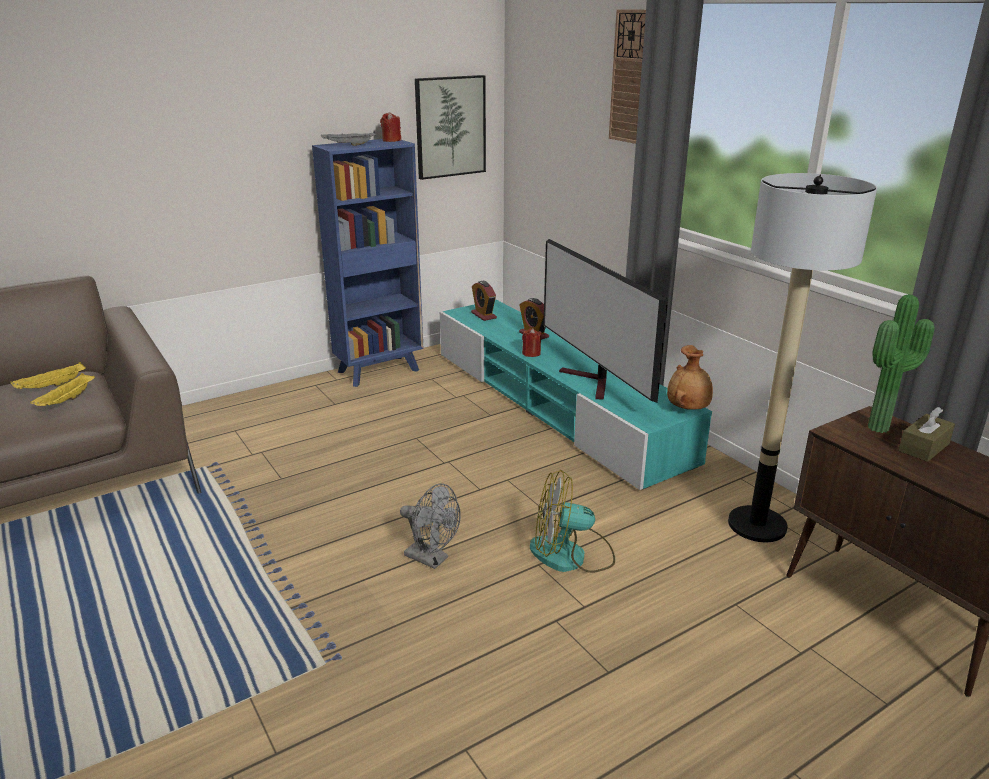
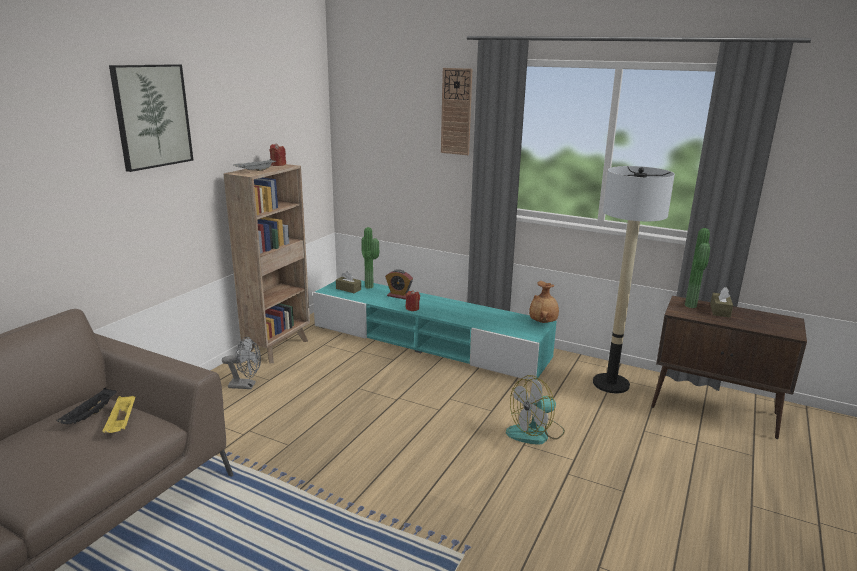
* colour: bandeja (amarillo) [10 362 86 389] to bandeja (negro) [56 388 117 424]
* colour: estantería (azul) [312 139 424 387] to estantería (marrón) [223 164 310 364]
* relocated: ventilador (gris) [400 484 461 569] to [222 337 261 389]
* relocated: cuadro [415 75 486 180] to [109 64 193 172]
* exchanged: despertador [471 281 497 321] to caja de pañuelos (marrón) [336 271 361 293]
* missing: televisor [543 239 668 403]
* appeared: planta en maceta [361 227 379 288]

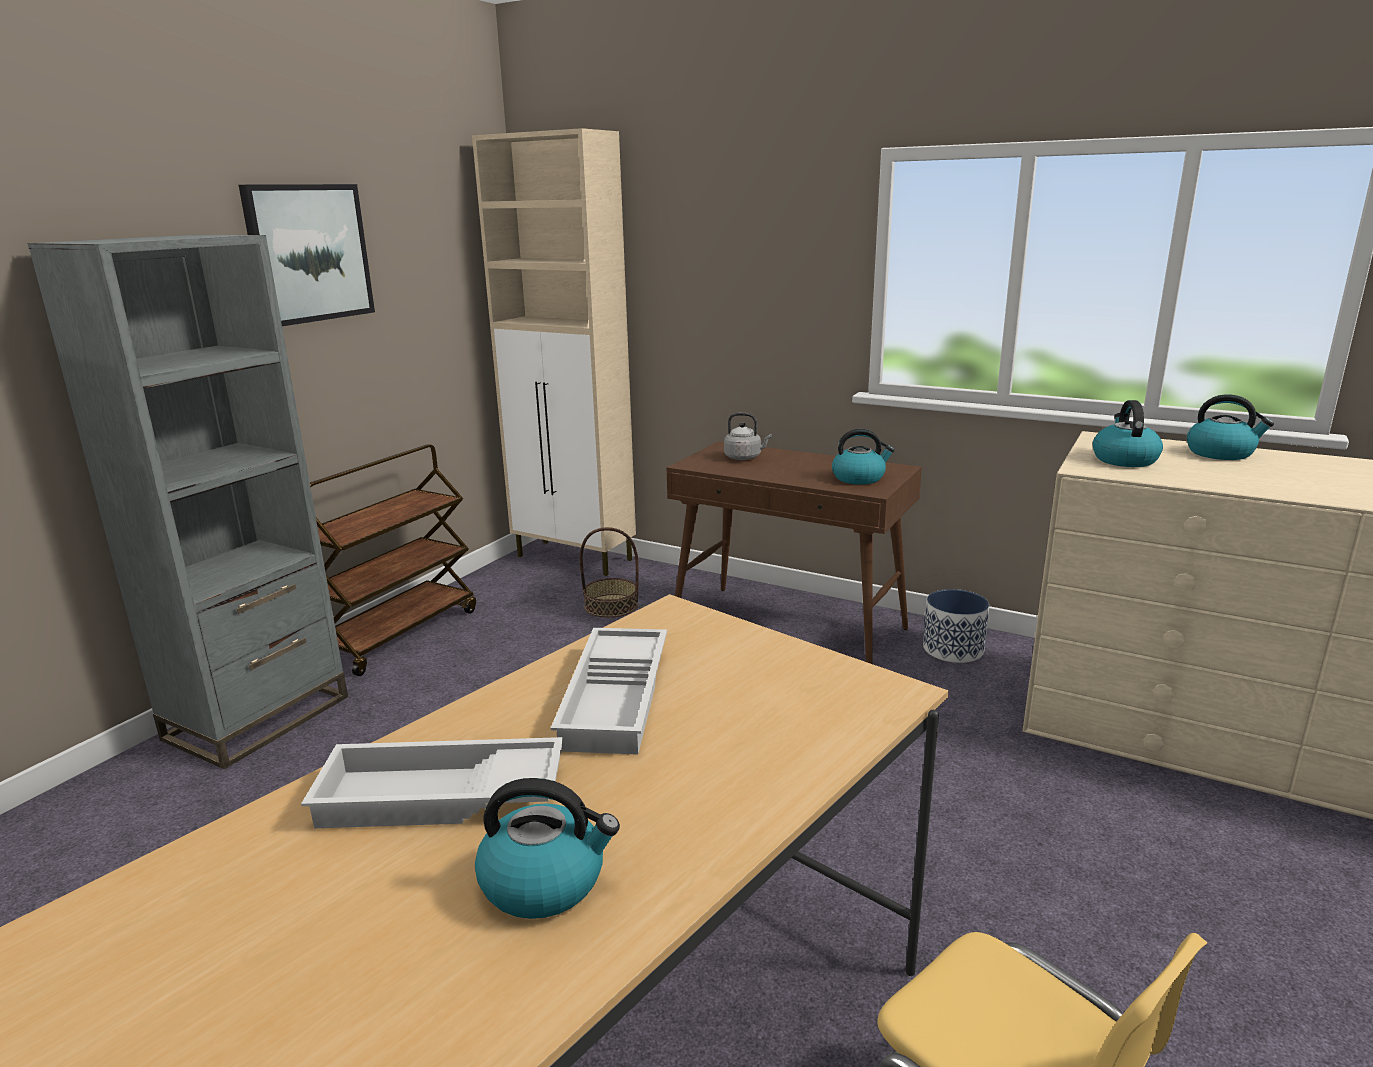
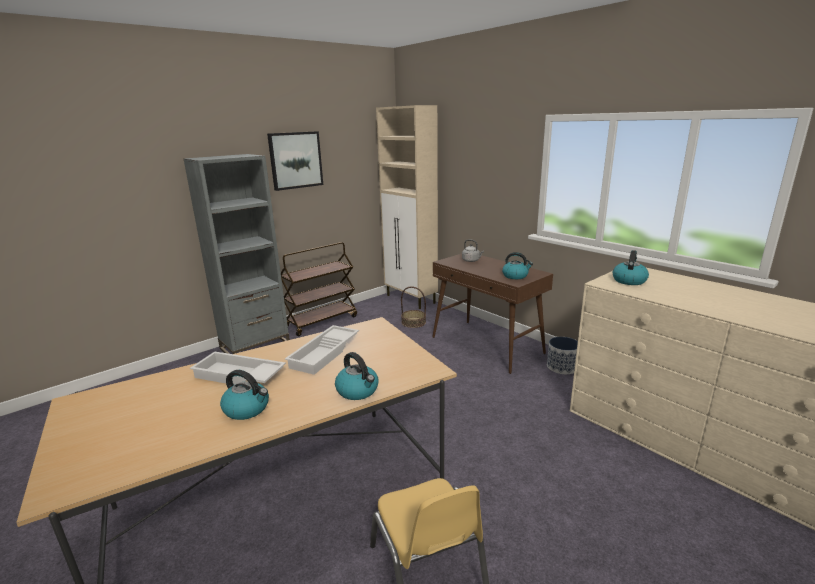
* relocated: hervidor [1187 394 1274 460] to [335 352 378 400]

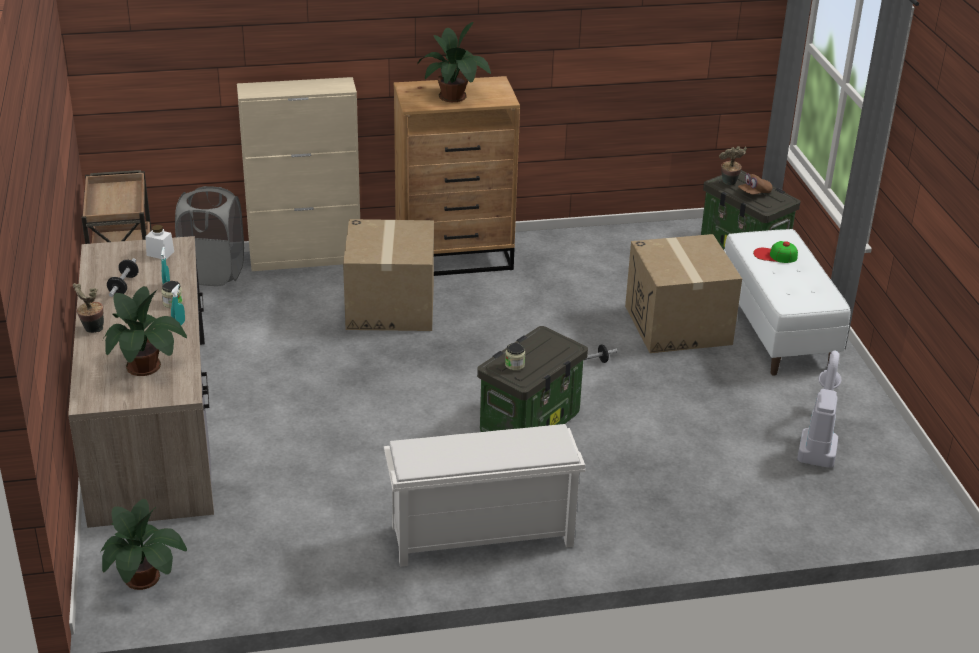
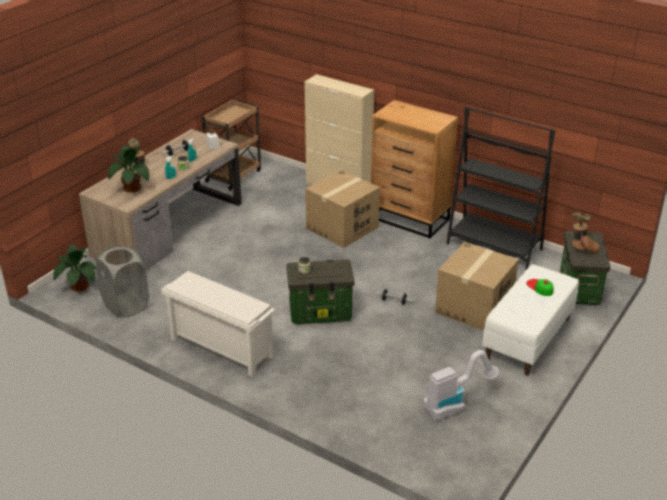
* relocated: cesto de la ropa (gris) [175 186 244 286] to [96 246 149 317]
* missing: planta en maceta [417 22 491 102]
* appeared: estantería (negro) [446 106 555 271]

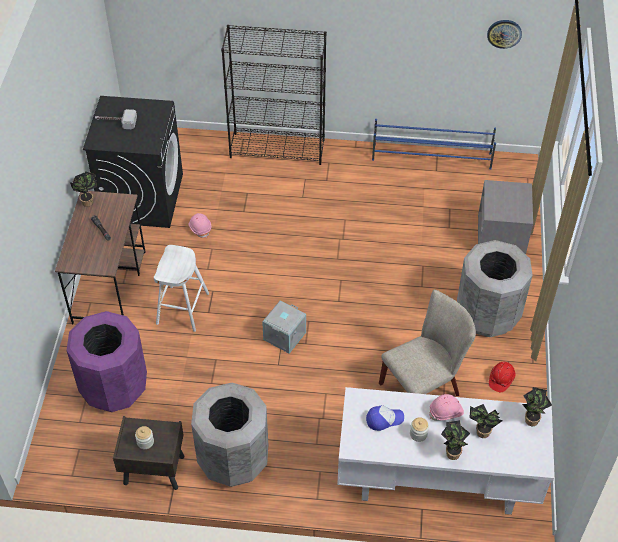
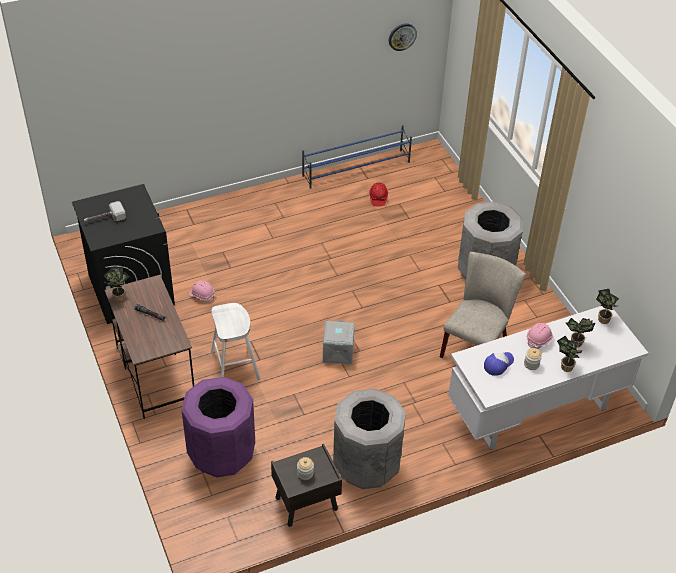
* missing: estantería (negro) [221 25 327 165]
* missing: mesita de noche (gris) [478 180 533 254]
* relocated: casco (rojo) [489 362 516 392] to [369 182 388 206]

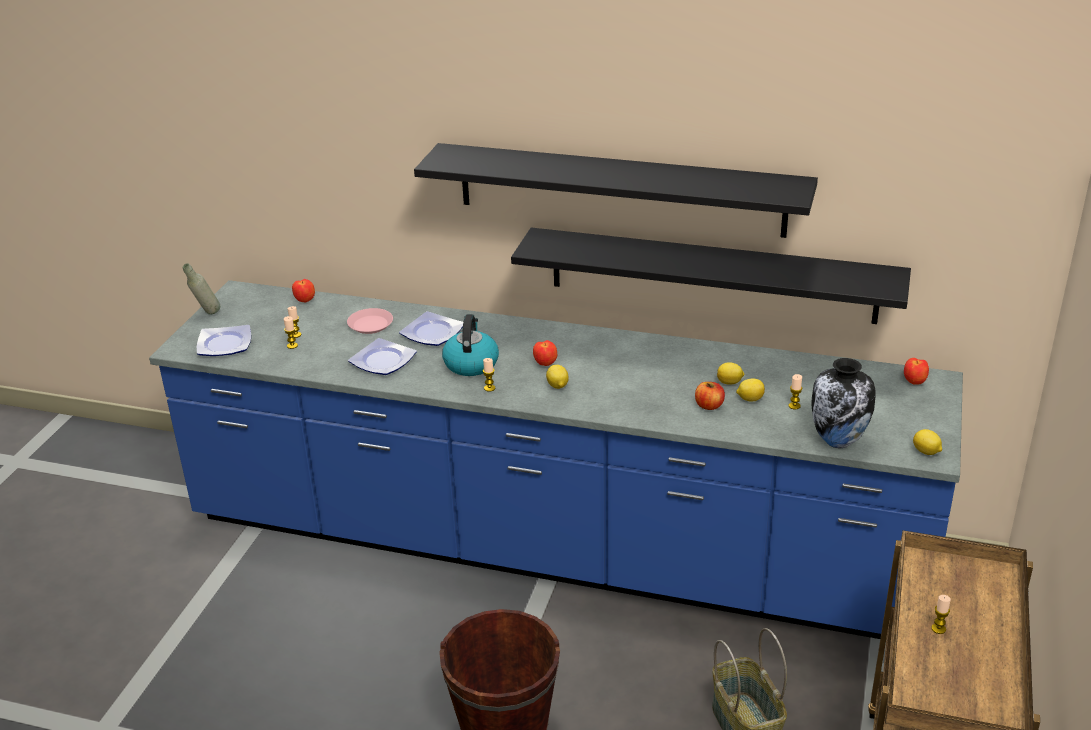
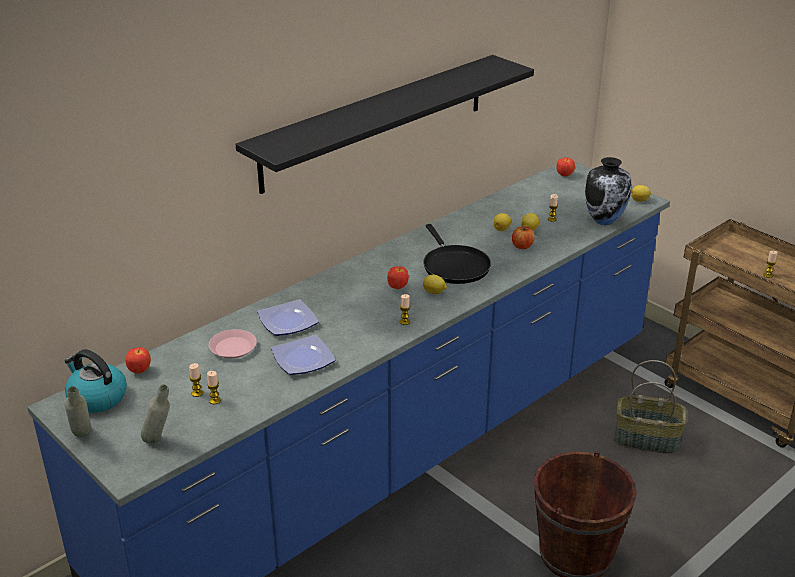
* exchanged: plato [197 325 251 356] to botella (gris) [141 384 170 444]
* relocated: hervidor [442 314 499 376] to [65 349 127 413]
* missing: estante (negro) [511 228 911 324]
* appeared: sartén (negro) [423 224 491 284]

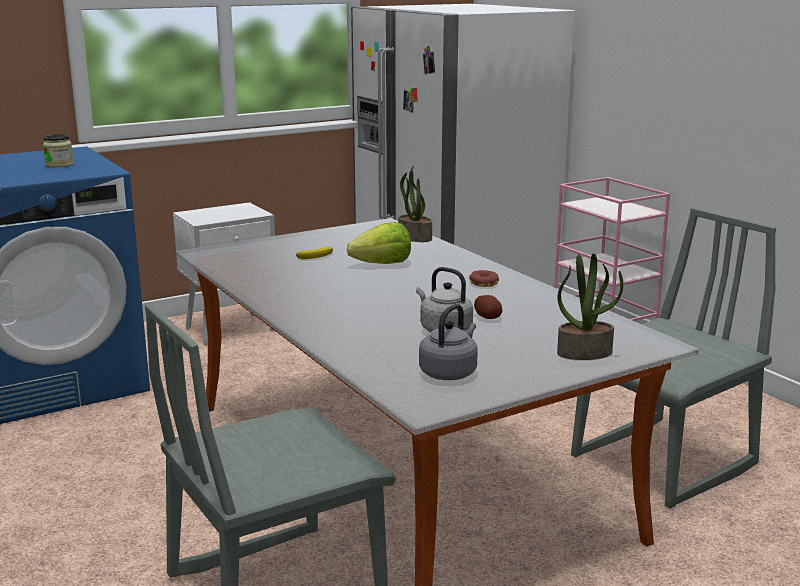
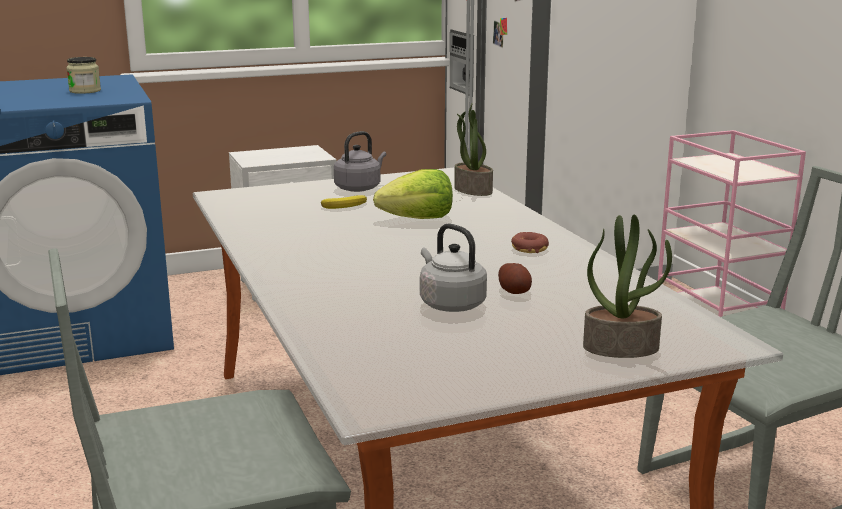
* relocated: hervidor (gris) [419 304 478 380] to [334 131 386 192]

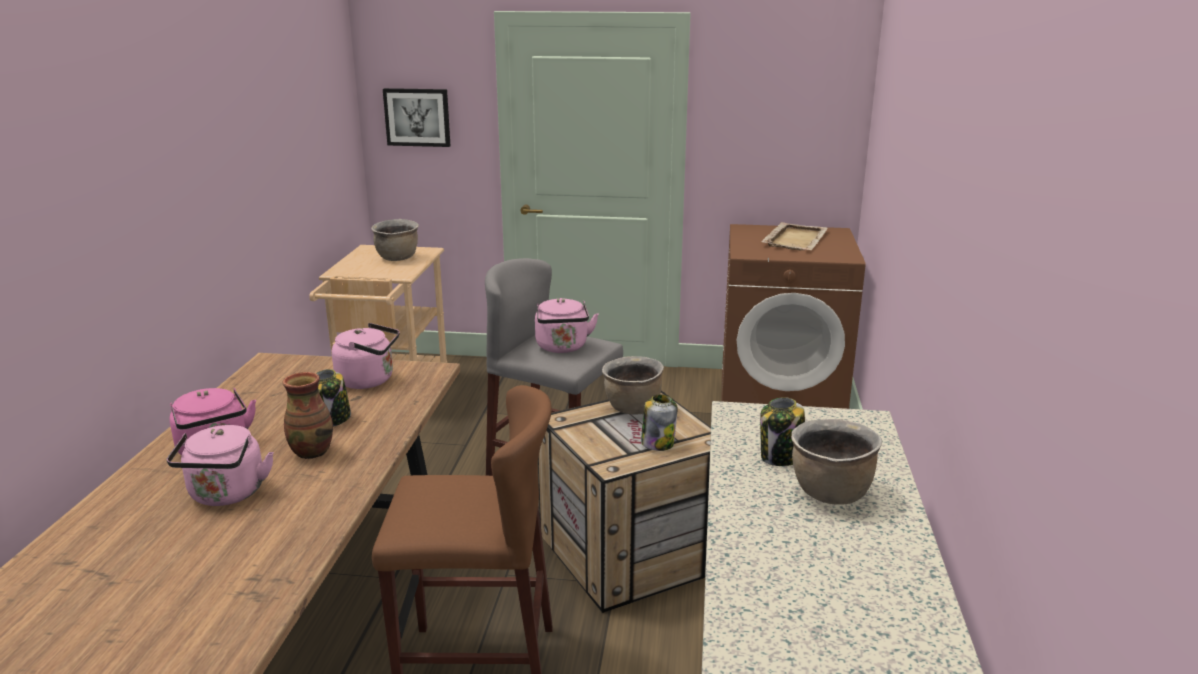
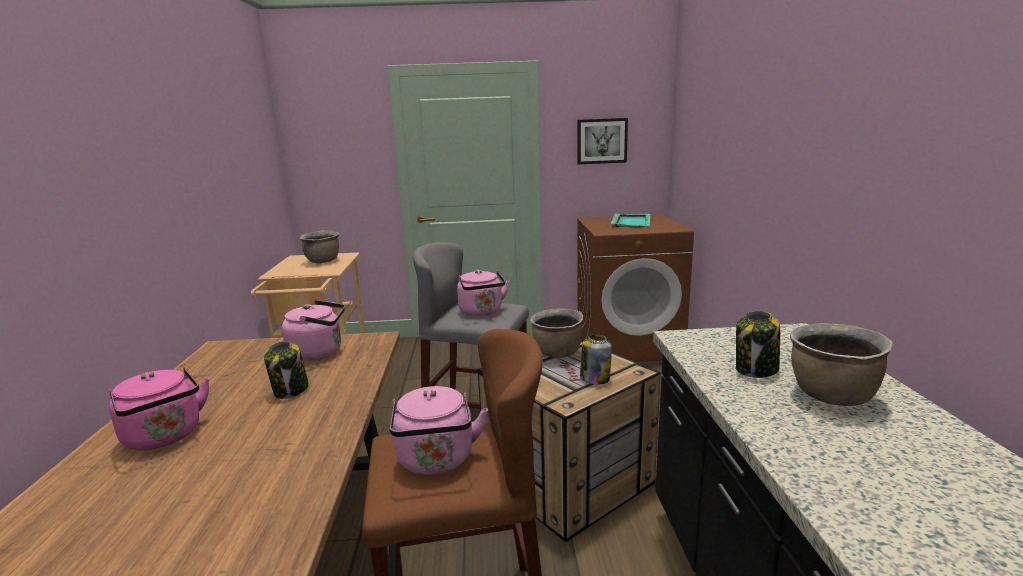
* relocated: hervidor (rosa) [167 425 274 506] to [390 386 488 475]
* missing: florero [282 372 333 459]
* relocated: cuadro [383 88 450 147] to [577 118 628 164]
* colour: bandeja (beis) [762 222 828 250] to bandeja (turquesa) [611 213 650 228]

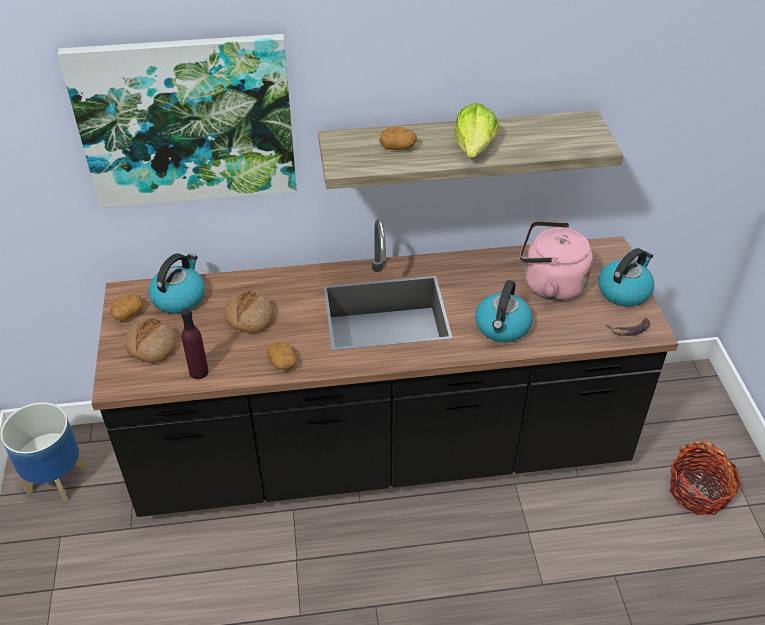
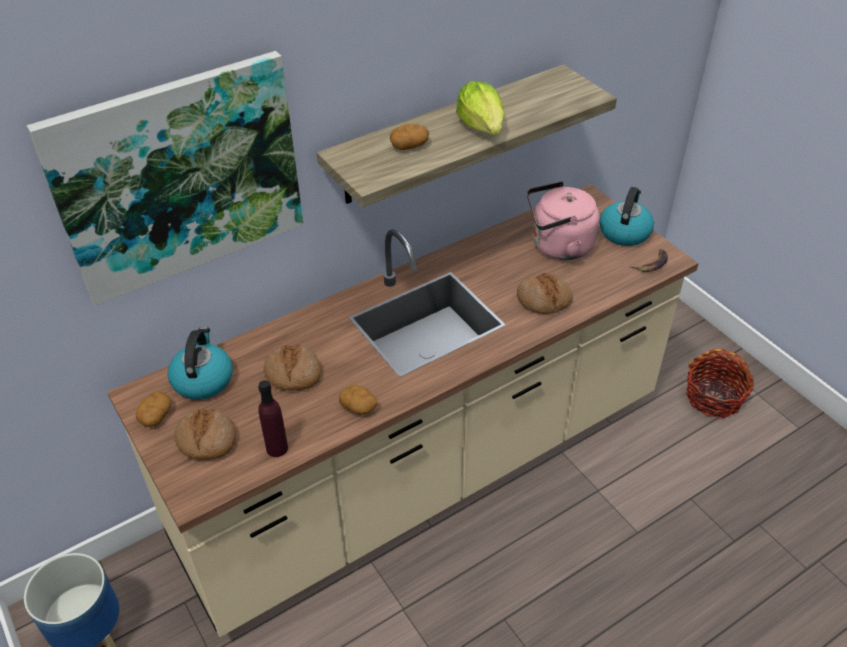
* colour: mueble bajo de cocina (negro) [92 219 678 517] to mueble bajo de cocina (beis) [107 184 699 637]
* exchanged: hervidor [475 280 533 342] to pan [517 273 573 314]

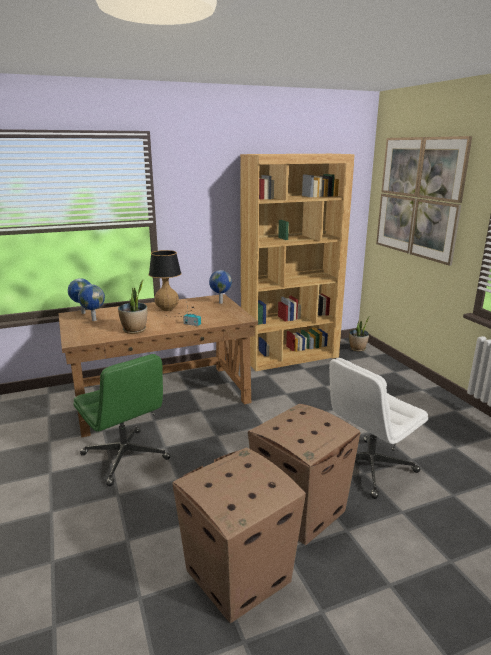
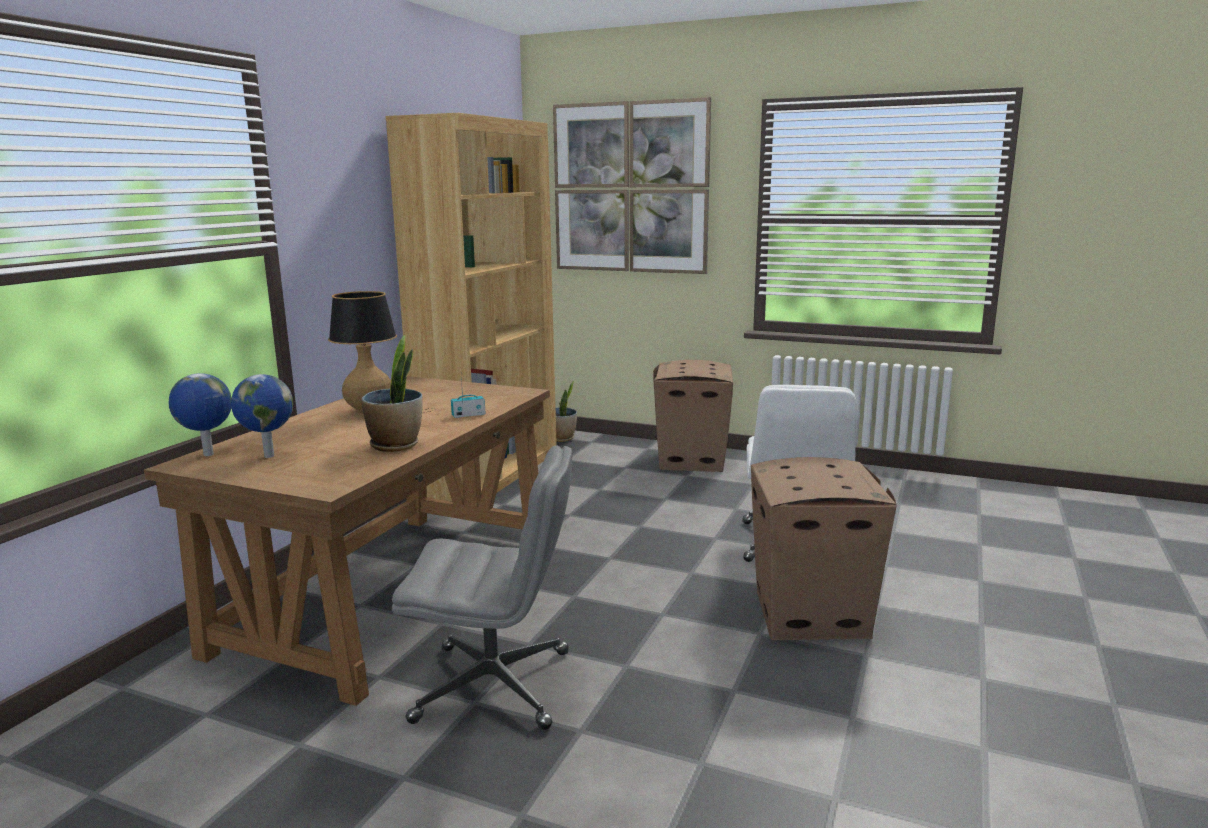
* colour: silla de oficina (verde) [73 354 171 486] to silla de oficina (gris) [392 445 572 730]
* relocated: caja de cartón [172 447 306 624] to [653 360 733 472]
* missing: globo terráqueo [209 270 232 304]

